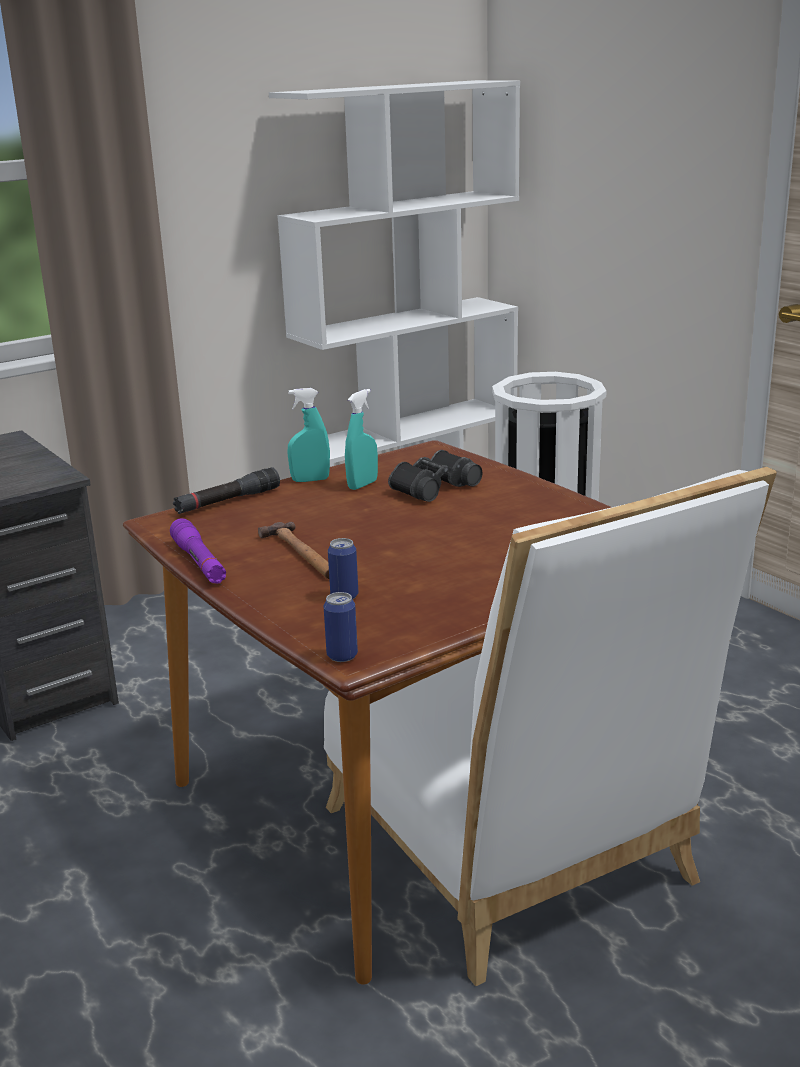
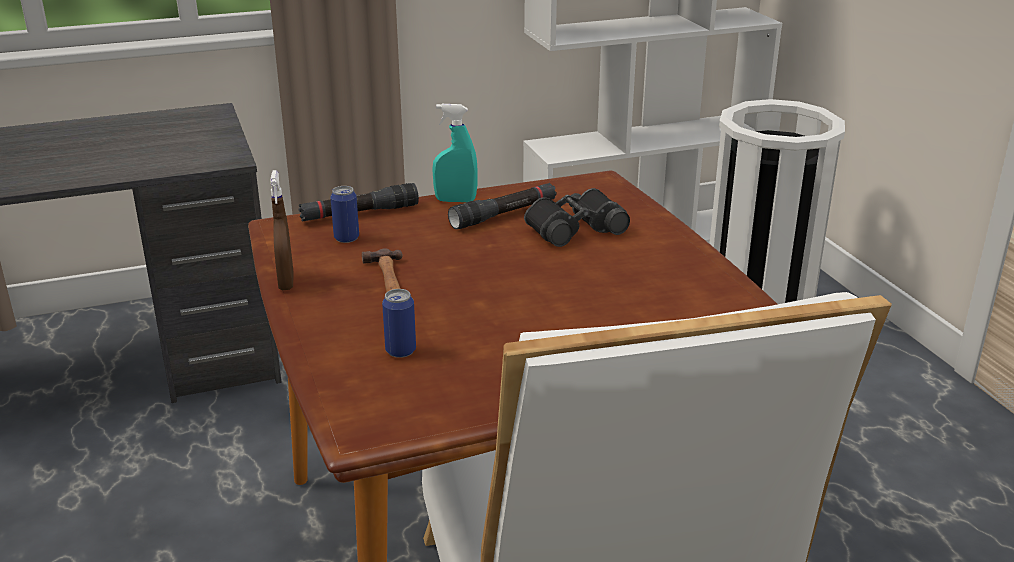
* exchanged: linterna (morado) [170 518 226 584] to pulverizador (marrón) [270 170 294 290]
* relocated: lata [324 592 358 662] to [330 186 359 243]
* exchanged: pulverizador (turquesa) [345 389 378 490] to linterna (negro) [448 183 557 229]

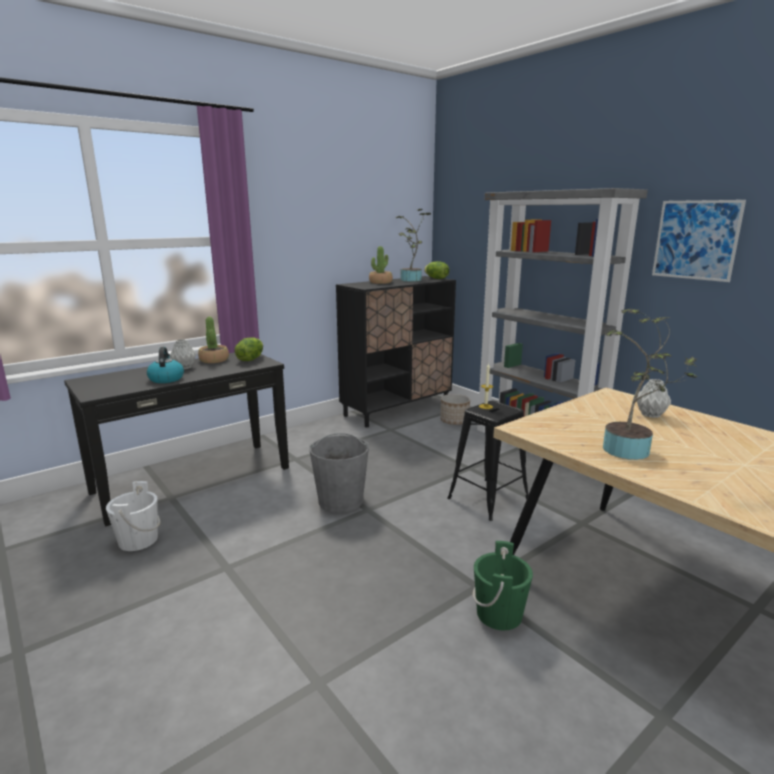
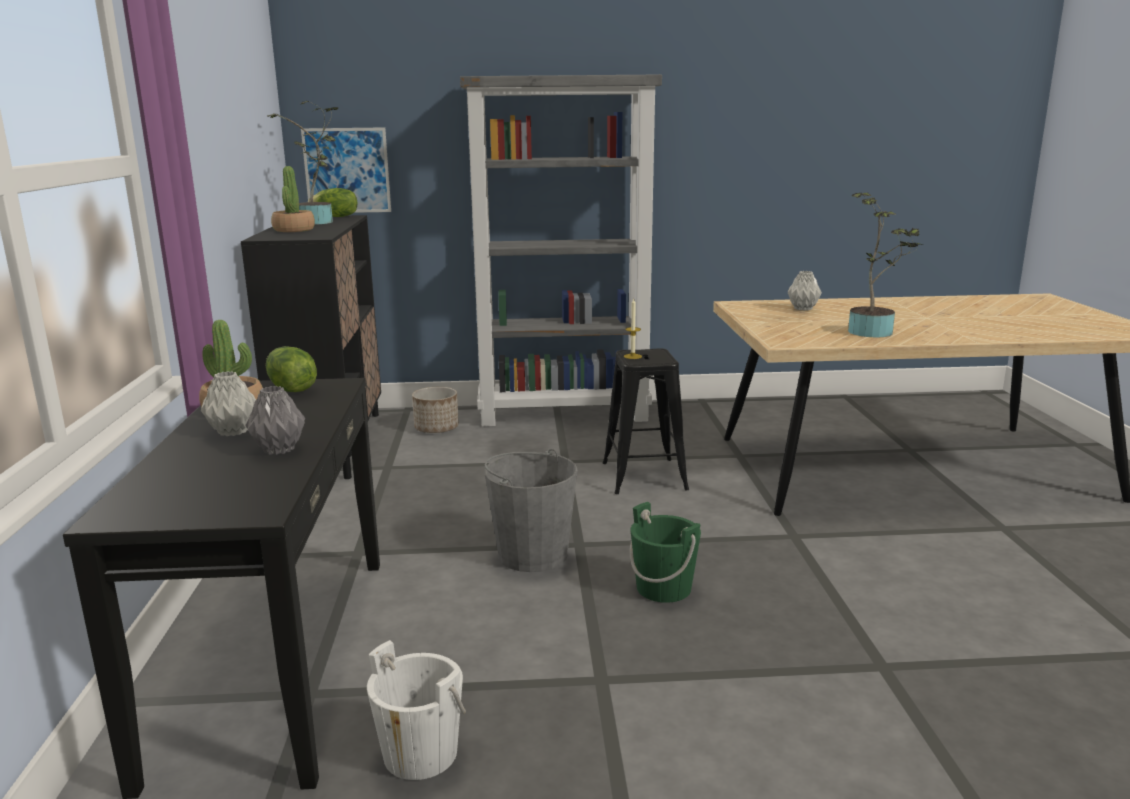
* exchanged: hervidor [147 347 184 383] to florero (gris) [246 386 305 455]
* relocated: cubo (verde) [473 541 533 630] to [630 502 701 603]
* relocated: cuadro [652 200 746 282] to [301 127 391 213]

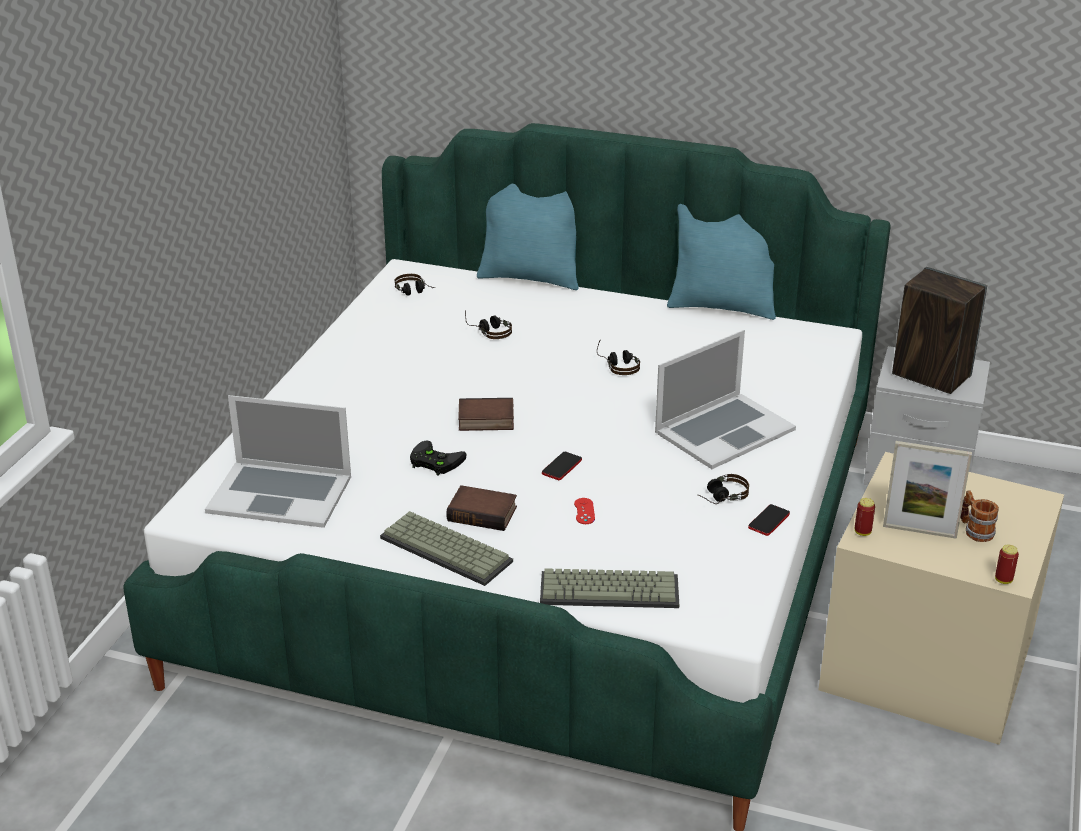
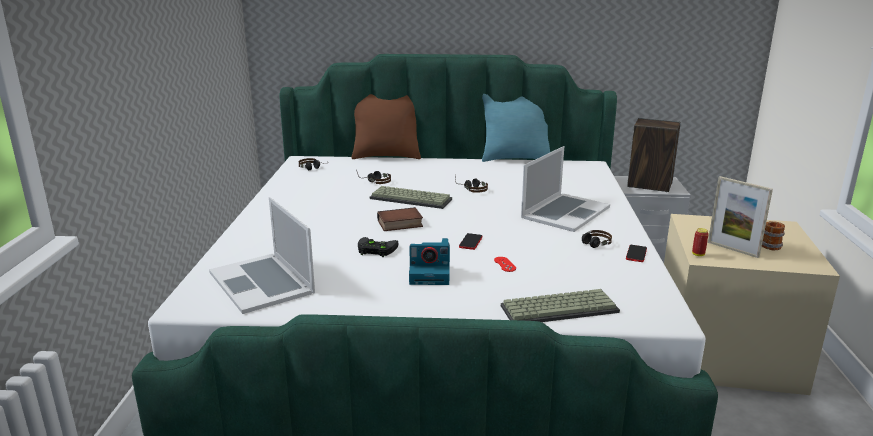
* spun: portátil [205 395 351 528] = [209 197 315 314] 60 degrees clockwise
* relocated: teclado [380 511 513 586] to [370 186 452 209]
* exchanged: libro [446 485 517 531] to cámara [409 238 450 285]
* colour: cojín (turquesa) [477 184 579 290] to cojín (marrón) [351 94 421 159]
* spun: portarretratos [883 441 972 539] = [708 176 773 258] 45 degrees clockwise
* missing: lata [995 545 1019 584]

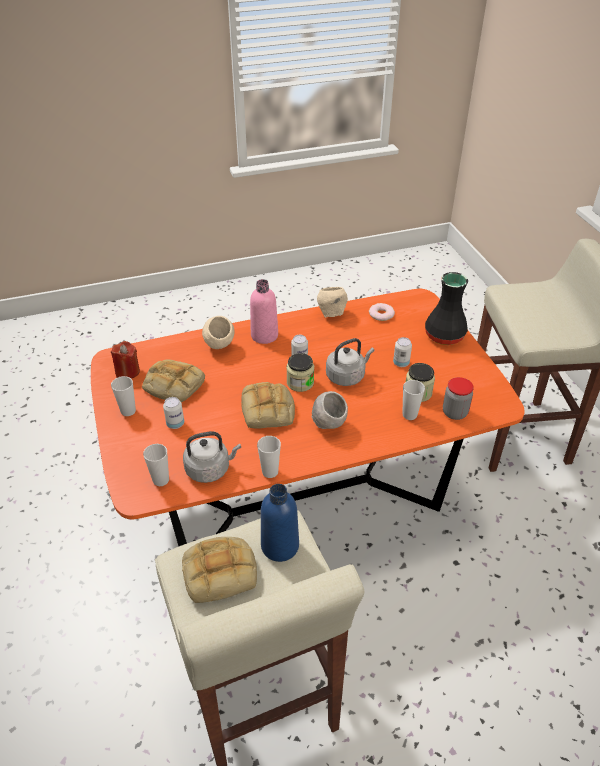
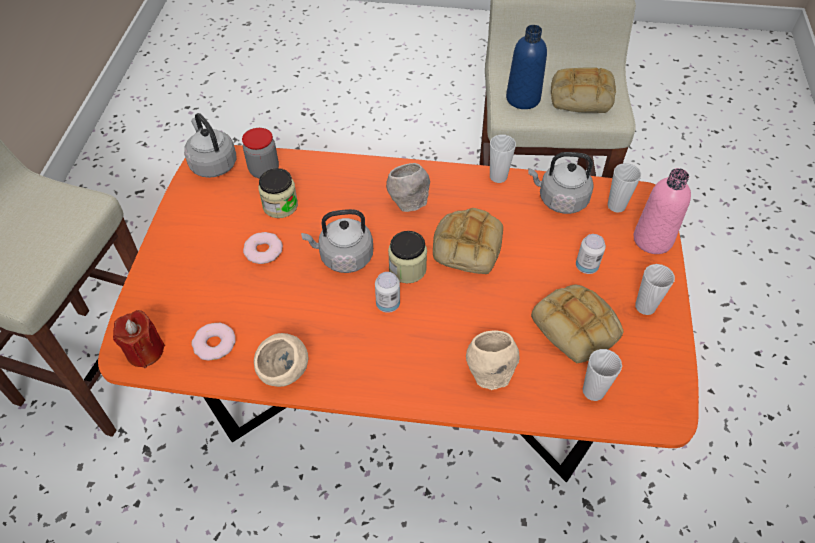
* relocated: vela (rojo) [111 341 140 379] to [113 310 165 368]
* relocated: botella (rosa) [250 279 278 344] to [634 168 691 254]
* exchanged: lata [393 337 412 367] to rosquilla [243 232 283 264]
* relocated: taza [402 380 425 420] to [583 349 622 401]
* missing: florero (negro) [425 272 468 345]
* appeared: hervidor (gris) [184 113 236 178]

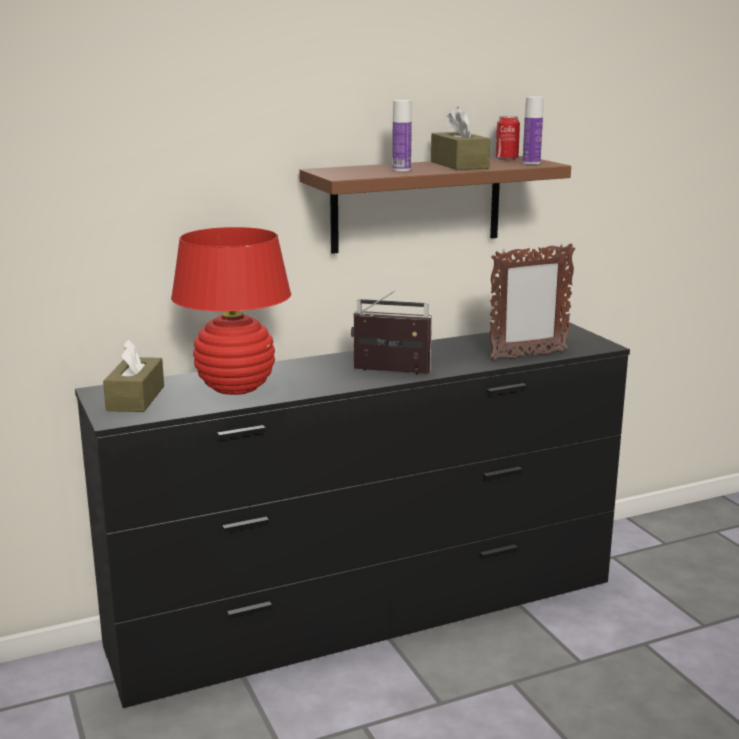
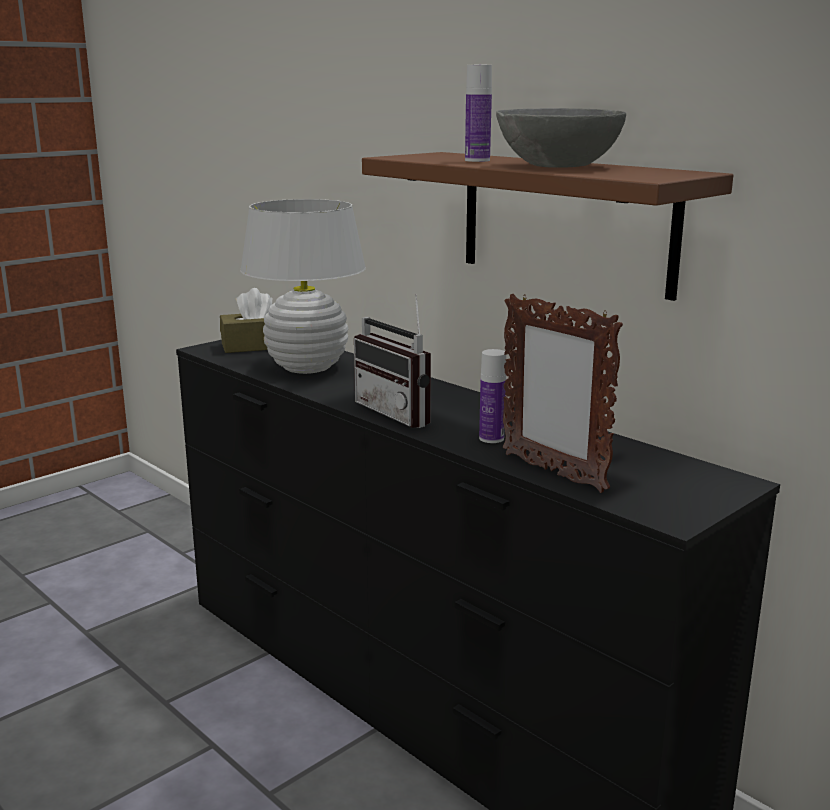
* colour: lámpara de mesa (rojo) [171 227 291 395] to lámpara de mesa (blanco) [240 199 366 374]
* spun: radio [351 290 432 374] = [354 294 431 428] 150 degrees clockwise
* exchanged: caja de pañuelos (marrón) [431 106 490 170] to cuenco (gris) [496 108 626 168]
* missing: lata [496 116 520 160]
* relocated: botella [523 96 544 164] to [479 349 506 443]

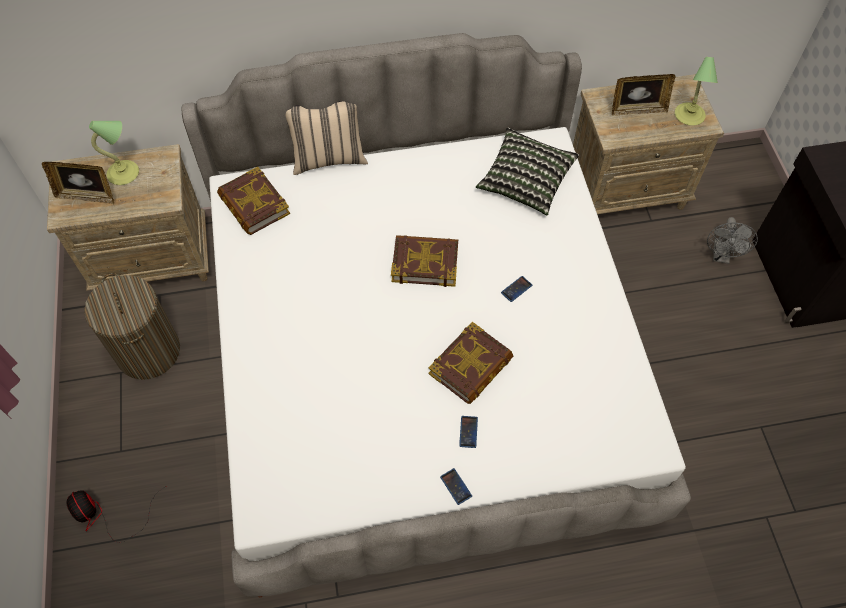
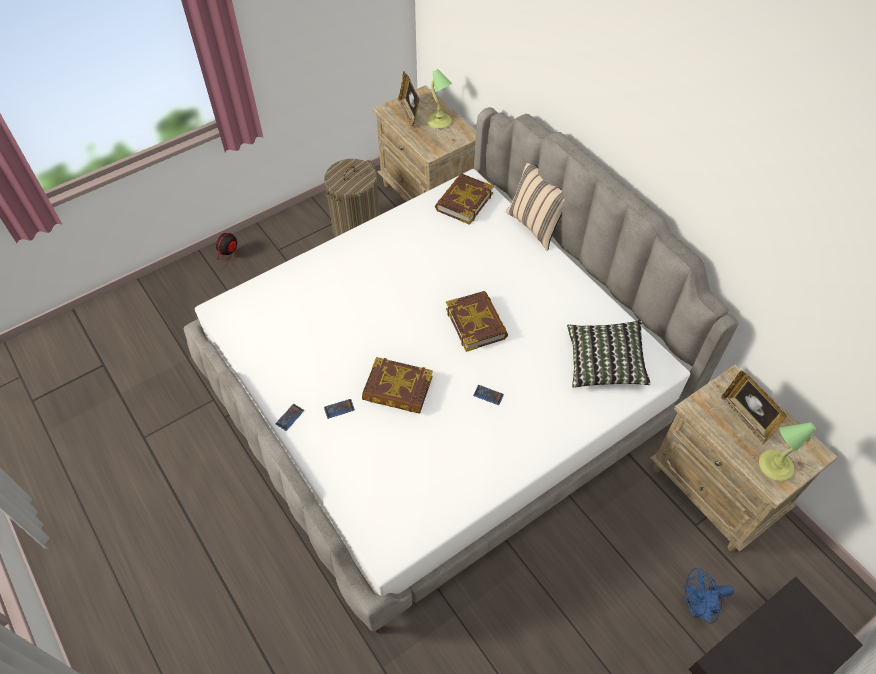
* colour: ventilador (gris) [707 217 758 264] to ventilador (azul) [684 568 735 623]

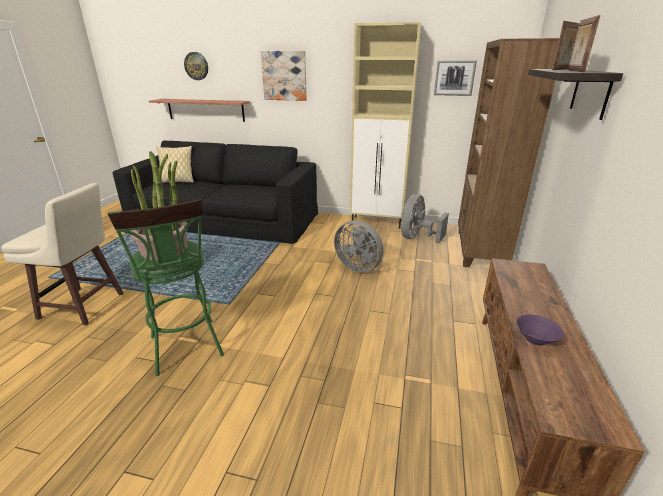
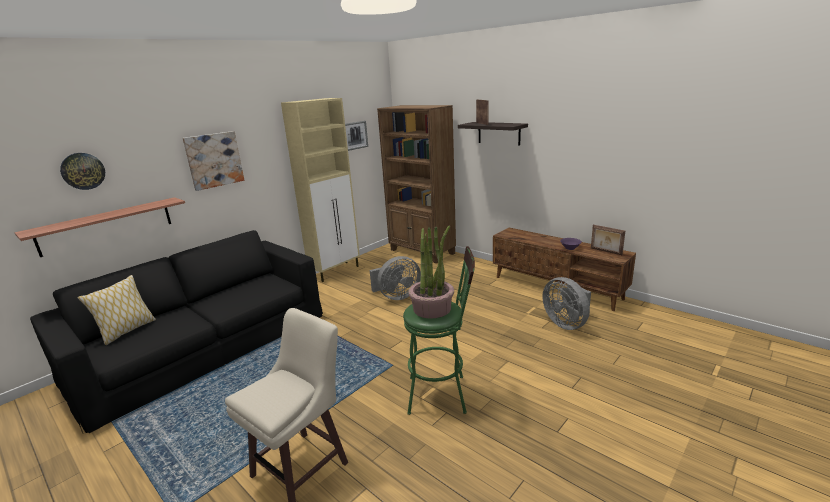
* relocated: ventilador (gris) [401 194 449 243] to [543 277 591 330]
* relocated: portarretratos [569 15 600 72] to [591 225 625 255]

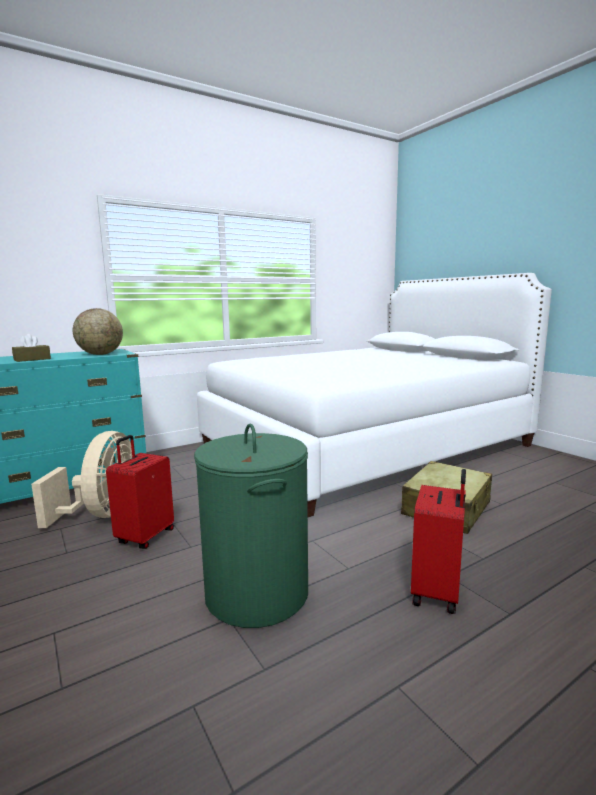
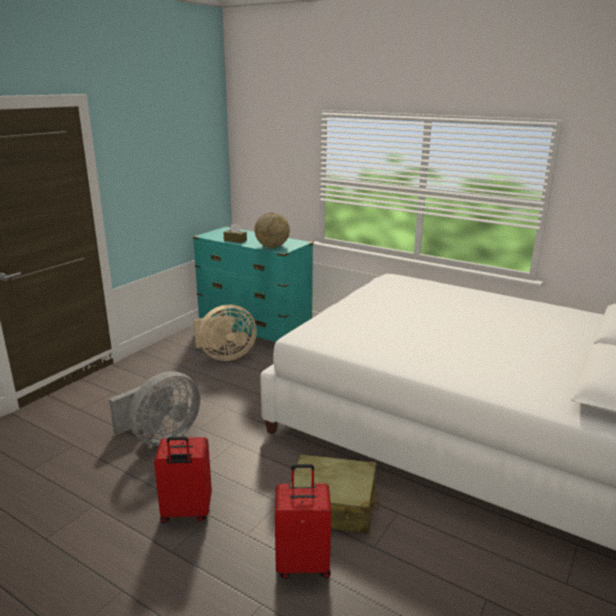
* relocated: maleta (rojo) [106 435 174 549] to [275 464 331 579]
* exchanged: cesto de la ropa (verde) [194 424 308 628] to ventilador (gris) [109 371 200 446]

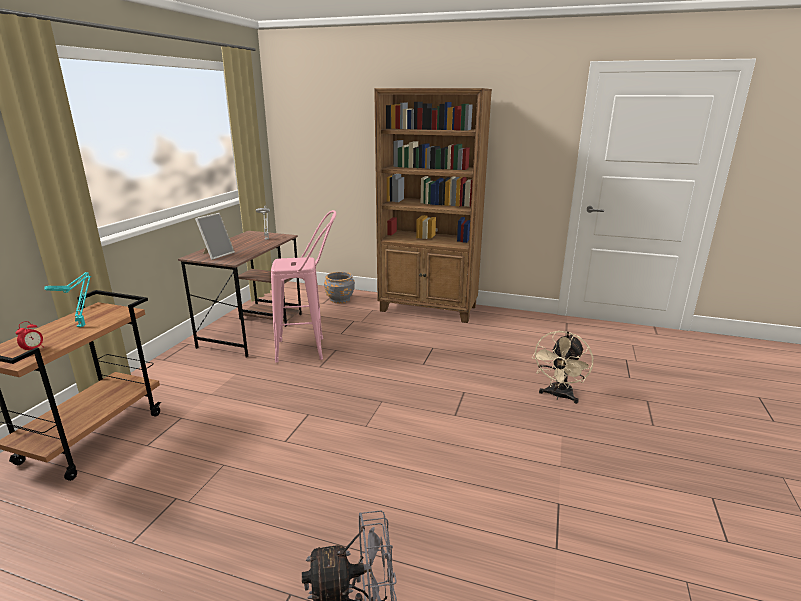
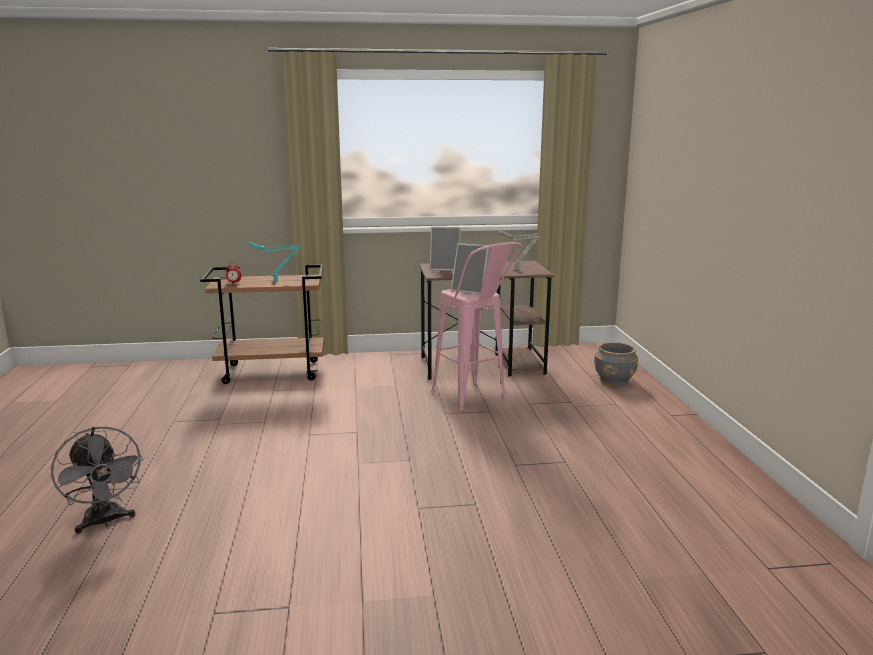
* missing: estantería (marrón) [374 88 492 323]
* missing: ventilador (beis) [532 331 594 404]
* appeared: portarretratos [451 243 489 294]

